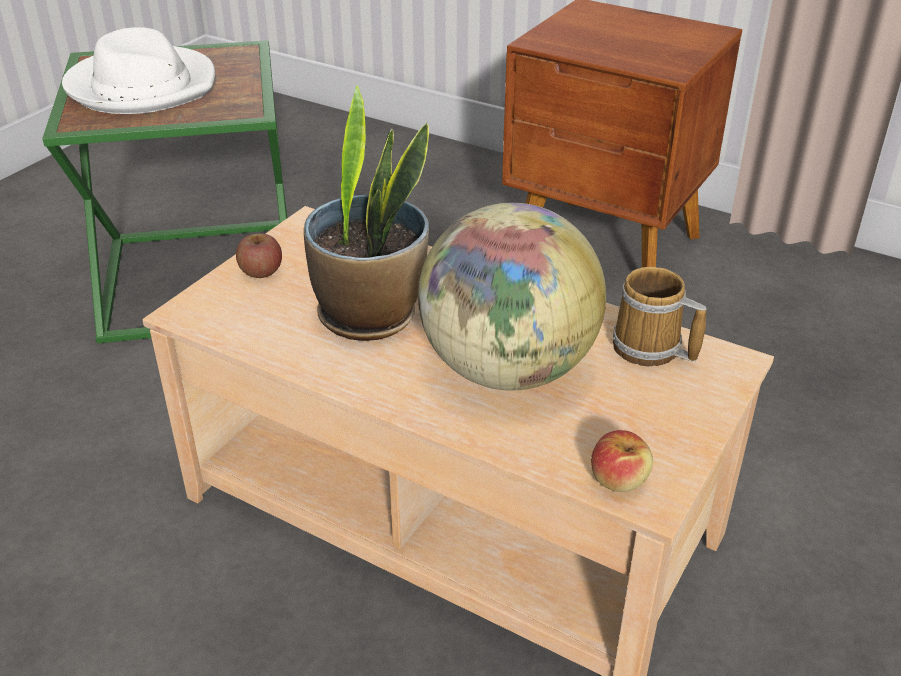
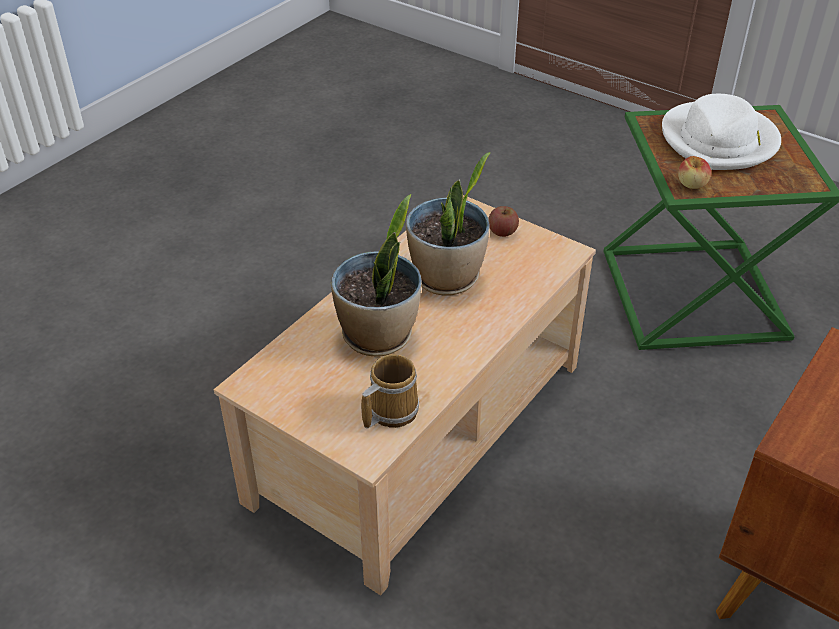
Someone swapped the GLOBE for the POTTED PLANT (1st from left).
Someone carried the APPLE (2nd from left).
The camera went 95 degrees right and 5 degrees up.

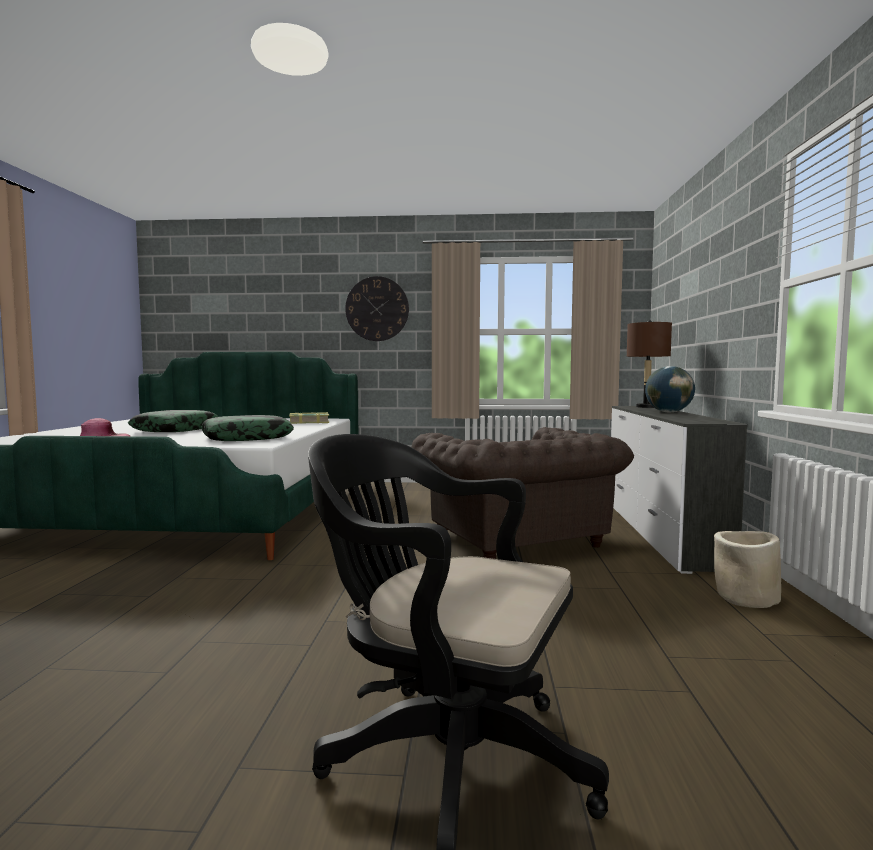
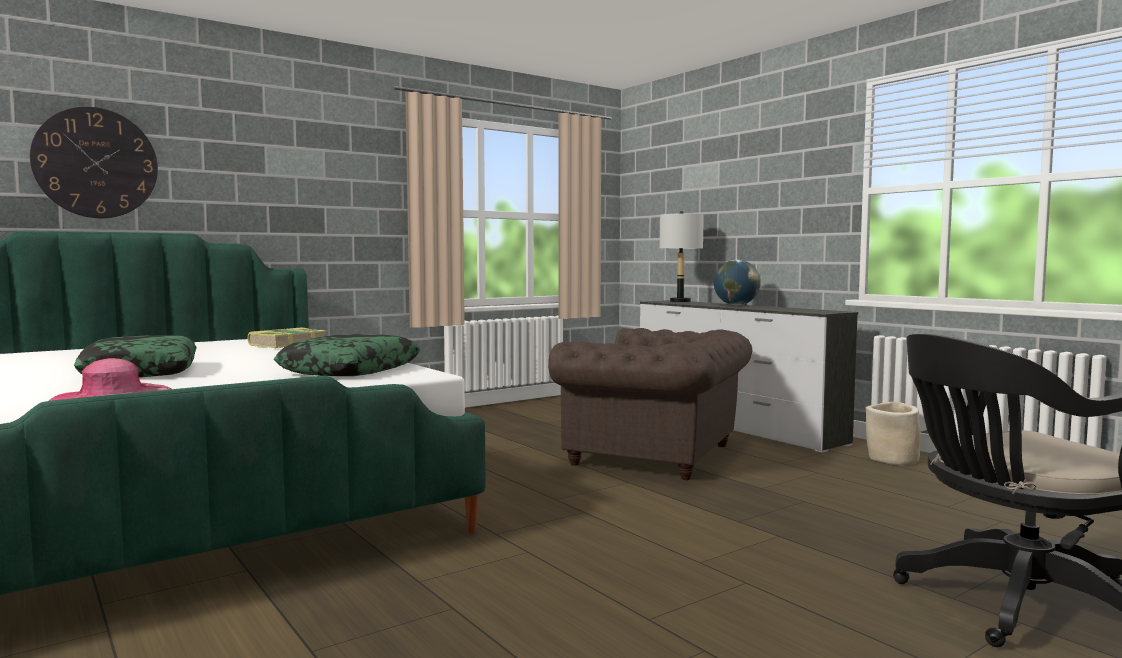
Someone carried the HANGING CLOCK.
Someone repainted the BROWN LAMP FOR A TABLE, which became the GREY LAMP FOR A TABLE.
The camera went 40 degrees left and 0 degrees up.

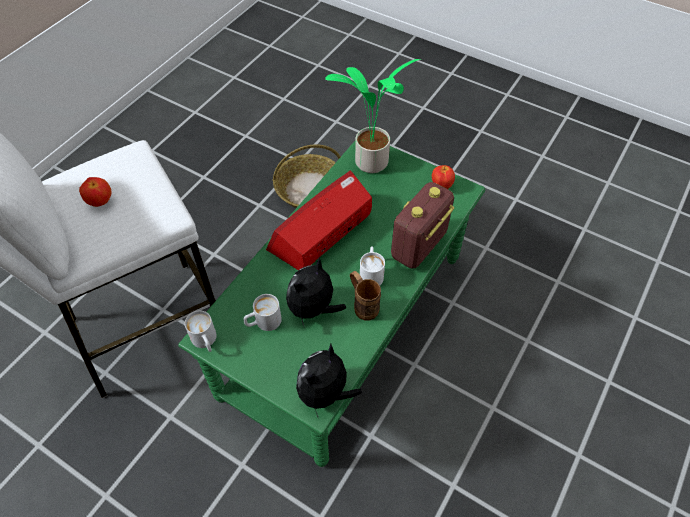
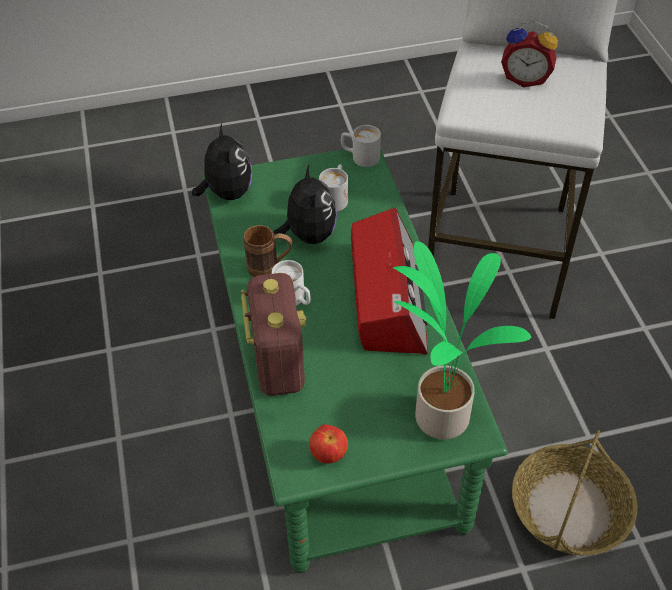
Someone swapped the APPLE (1st from left) for the BEDSIDE CLOCK.
The camera went 135 degrees right and 5 degrees down.

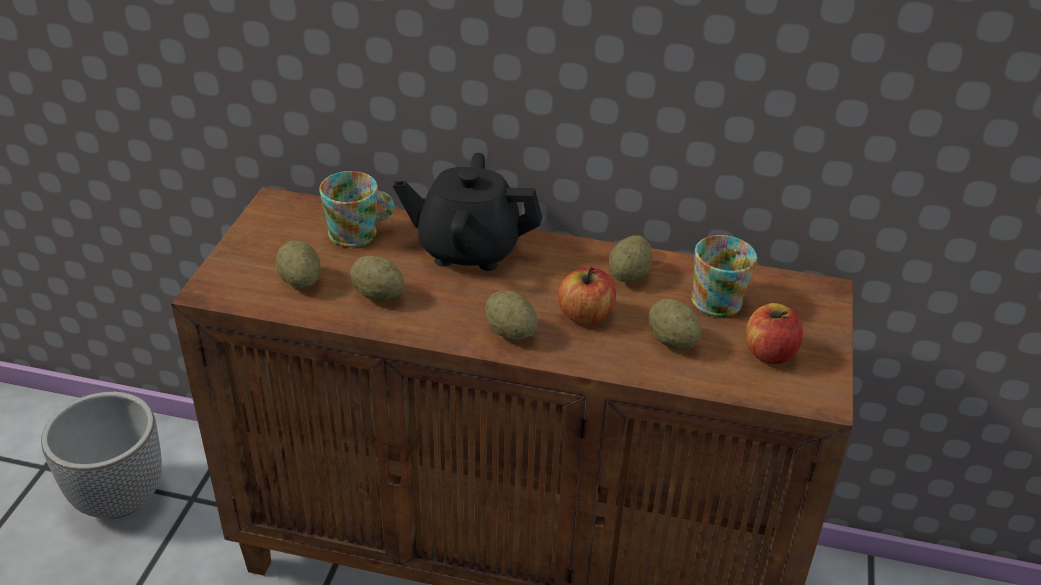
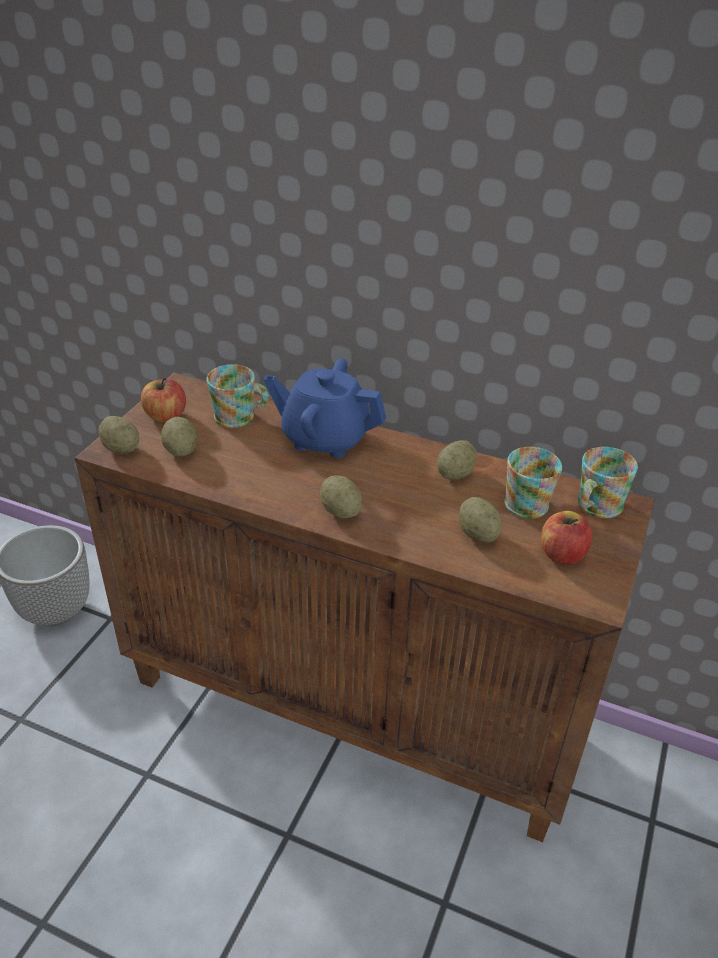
Someone repainted the BLACKISH TEAPOT, which became the BLUE-COLOURED TEAPOT.
Someone carried the SPUD (2nd from left in the first image).
Someone carried the APPLE (1st from left).
Someone put down the MUG (3rd from left).
The camera went 10 degrees right and 0 degrees up.

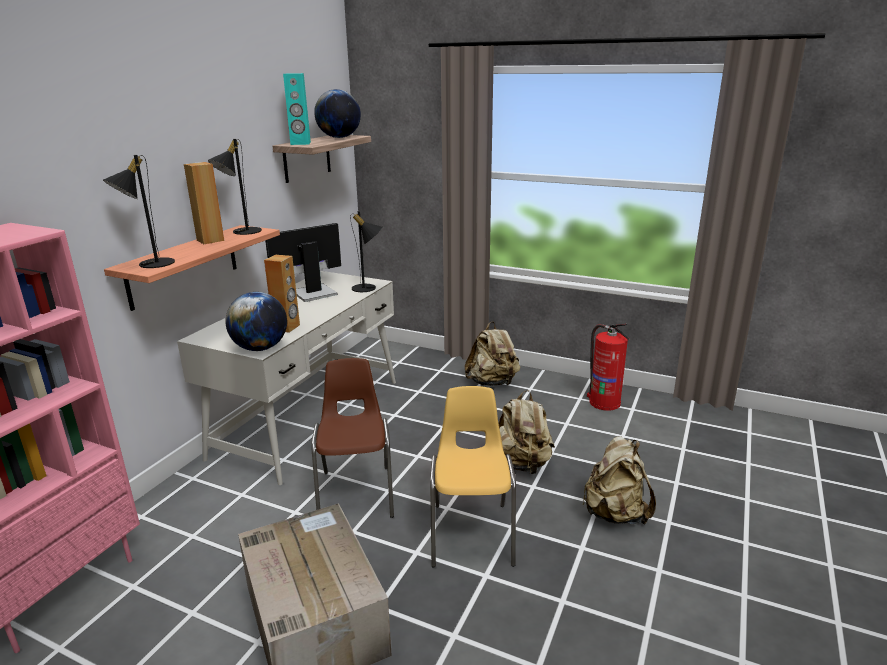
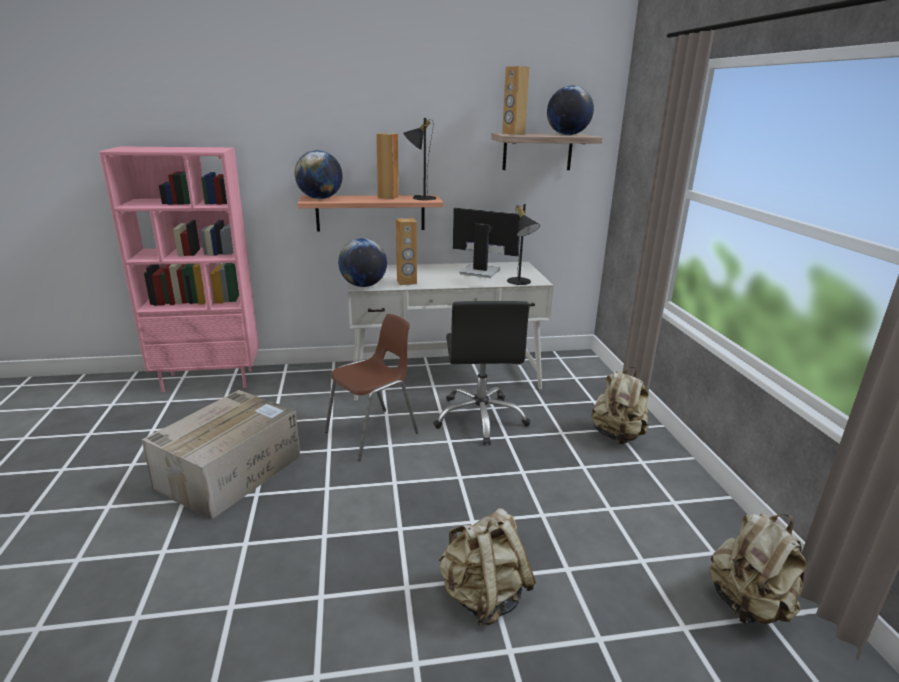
Someone repainted the TURQUOISE AUDIO SPEAKER, which became the BROWN AUDIO SPEAKER (3rd from left).
Someone swapped the BLACKISH LAMP FOR A TABLE (1st from left) for the GLOBE (1st from left).
Someone took away the FIRE EXTINGUISHER.
Someone took away the YELLOWISH UPRIGHT CHAIR.
Someone carried the BEIGE KNAPSACK (2nd from left in the first image).
Someone put down the BLACKISH OFFICE CHAIR.
The camera went 55 degrees right and 0 degrees up.

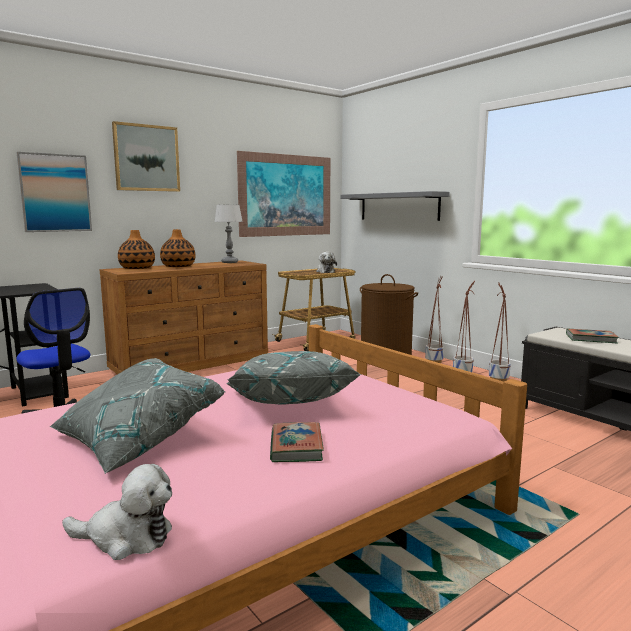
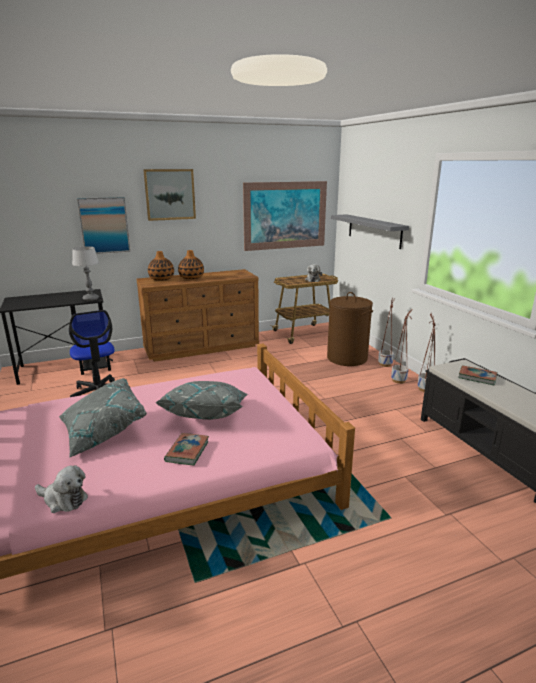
Someone carried the LAMP FOR A TABLE.
The camera went 15 degrees right and 10 degrees up.

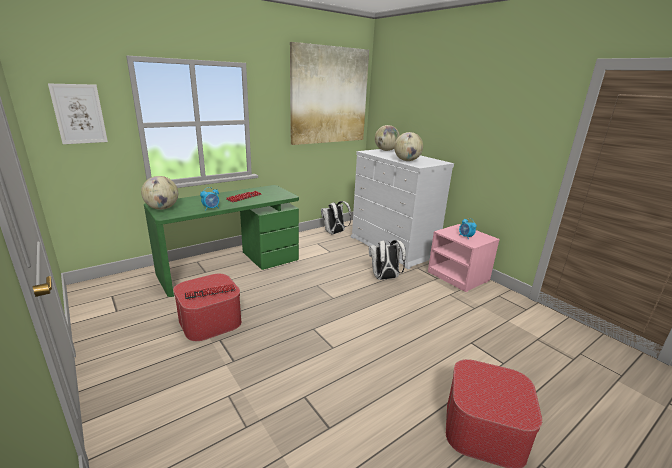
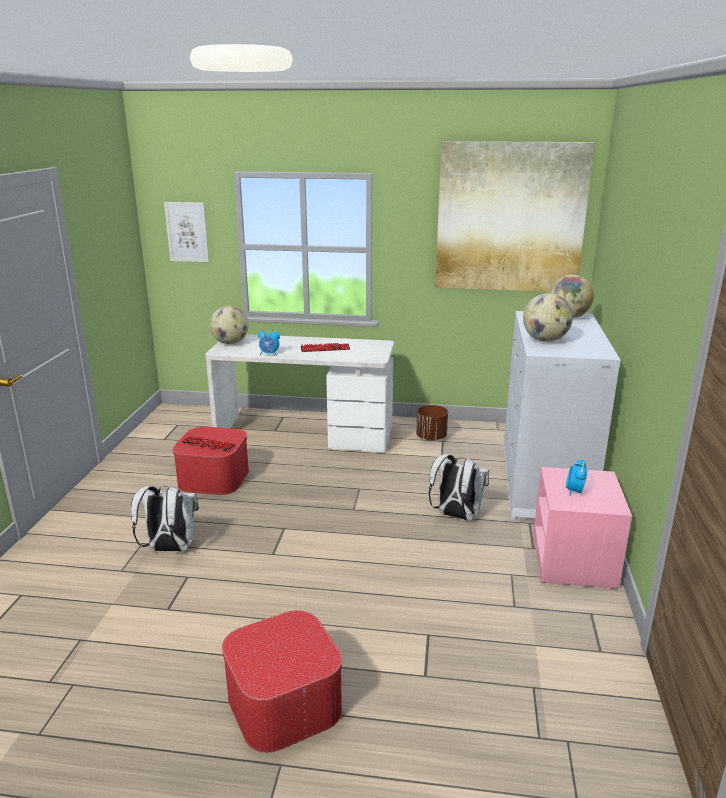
Someone repainted the GREEN-COLOURED DESK TABLE, which became the WHITISH DESK TABLE.
Someone carried the WHITISH KNAPSACK (1st from left).
Someone put down the BROWN FLOWER POT.
The camera went 45 degrees right and 0 degrees up.

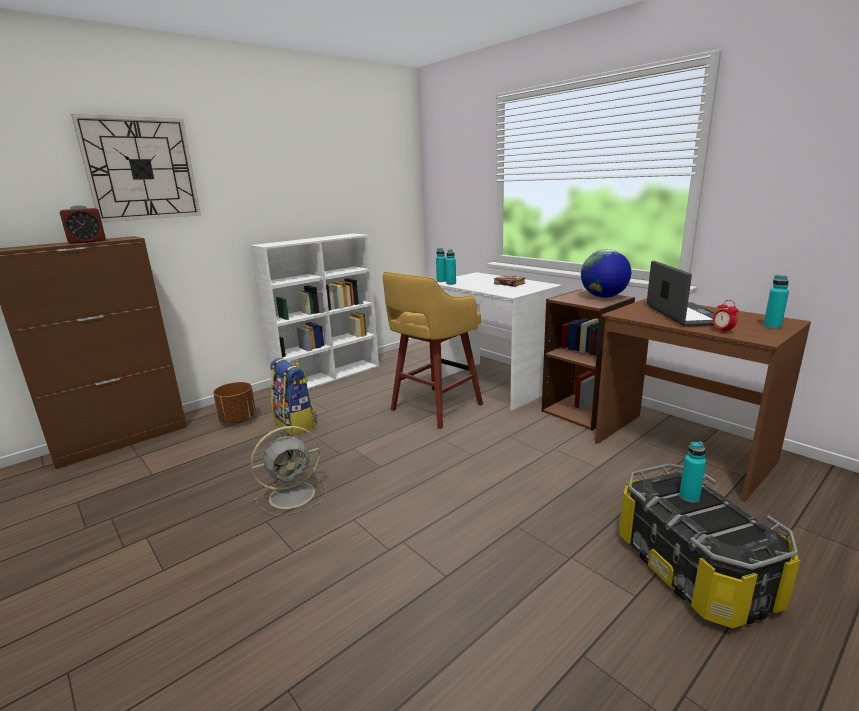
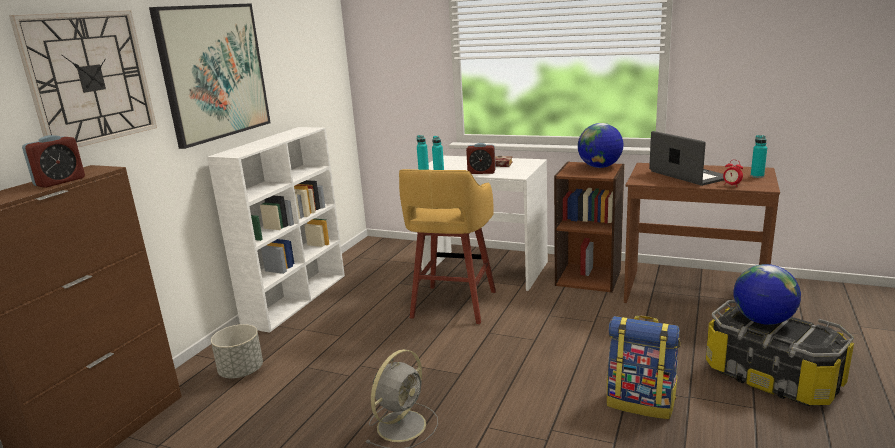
Someone carried the KNAPSACK.
Someone repainted the BROWN FLOWER POT, which became the GREY FLOWER POT.
Someone swapped the TURQUOISE DRINK BOTTLE (3rd from left) for the GLOBE (2nd from left).
Someone put up the WALL PICTURE.
Someone put down the BEDSIDE CLOCK (2nd from left).
The camera went 25 degrees left and 0 degrees up.

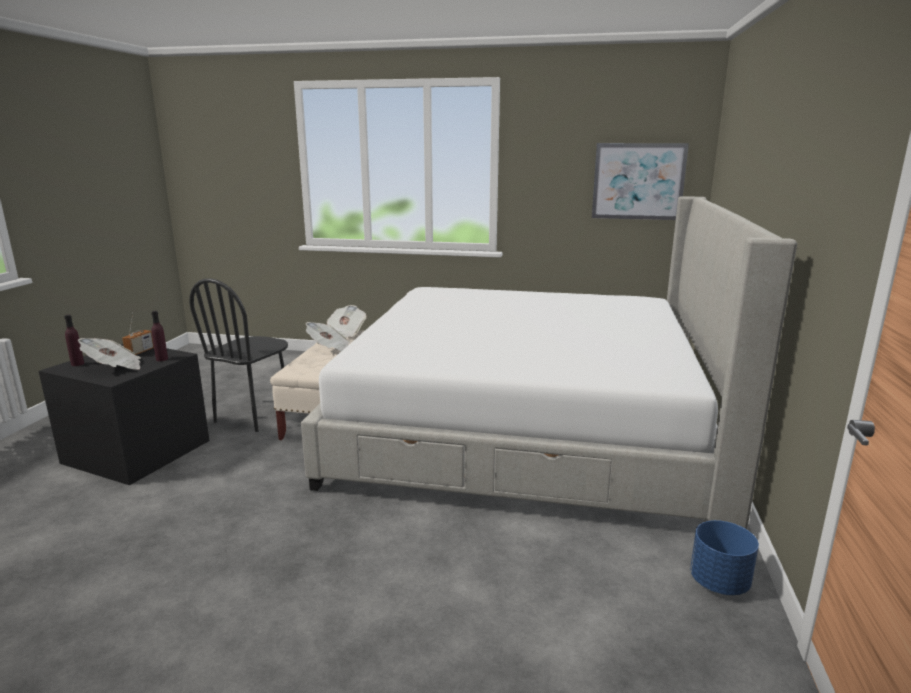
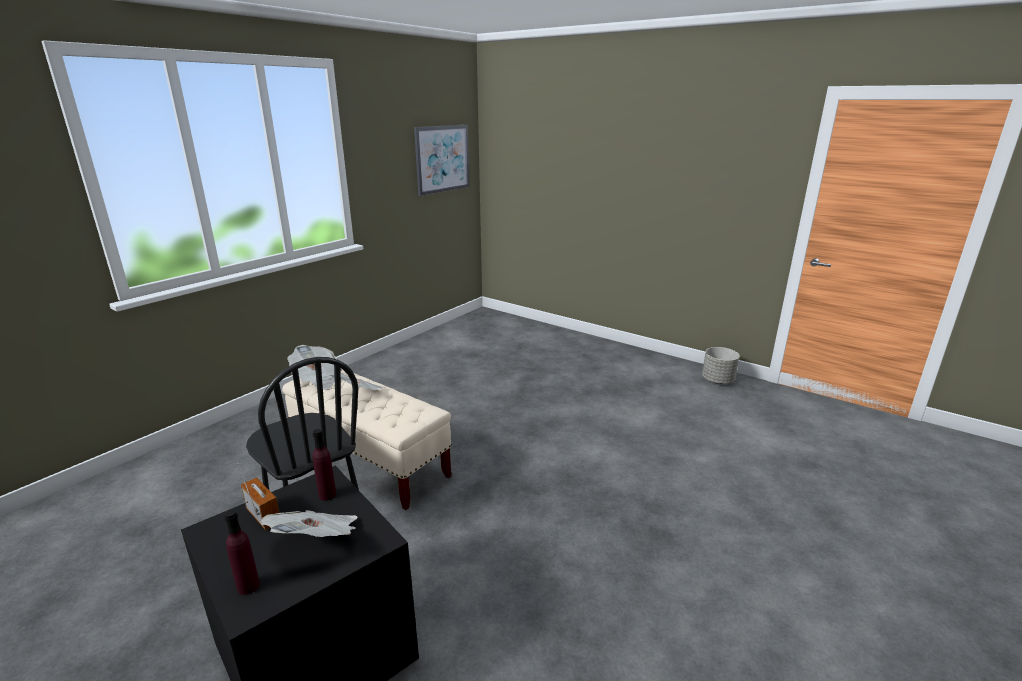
Someone took away the BED.
Someone repainted the BLUE-COLOURED FLOWER POT, which became the GREY FLOWER POT.
The camera went 65 degrees left and 5 degrees up.

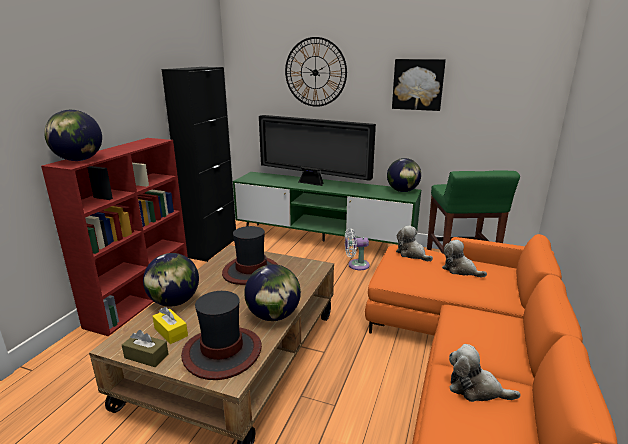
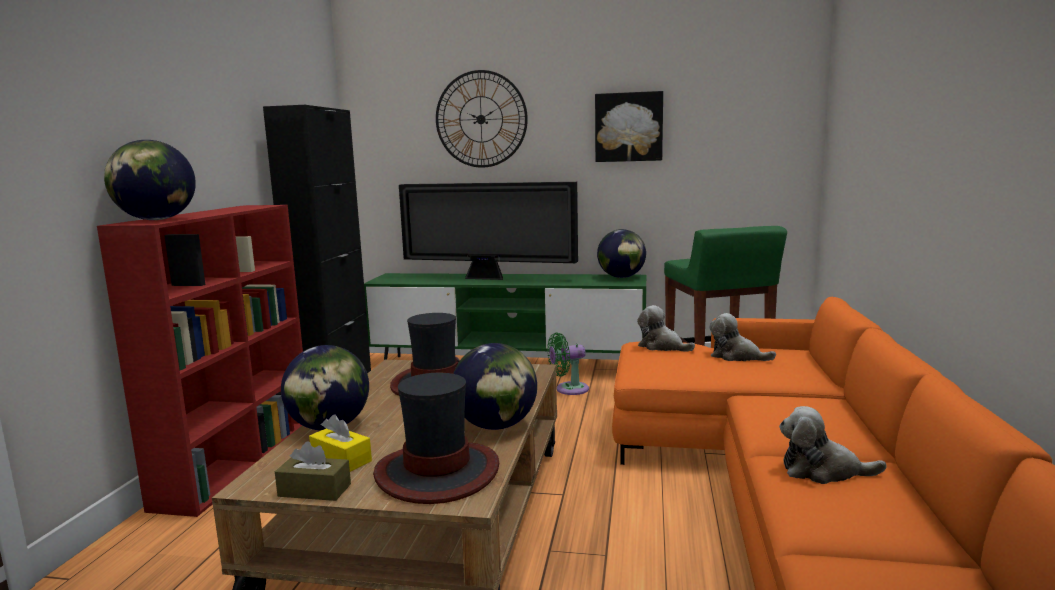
Someone repainted the WHITISH FAN, which became the GREEN-COLOURED FAN.
The camera went 10 degrees left and 10 degrees down.

